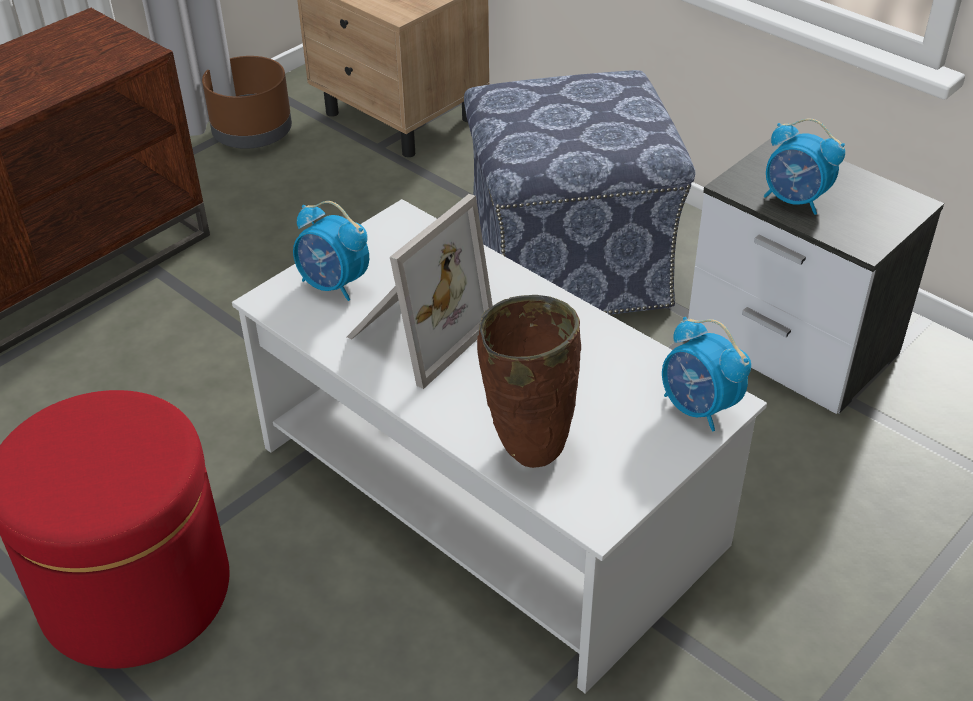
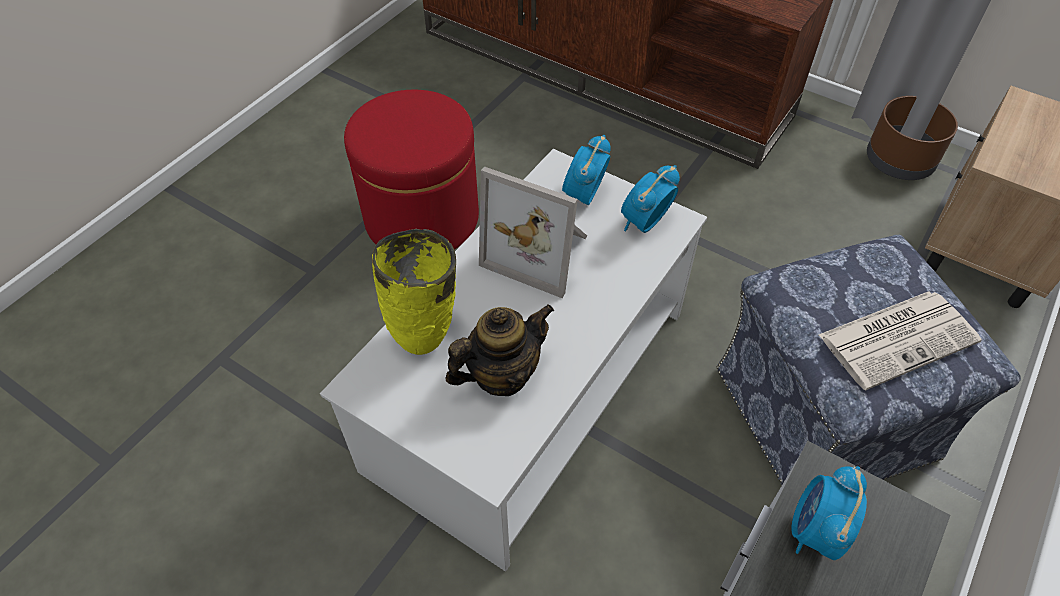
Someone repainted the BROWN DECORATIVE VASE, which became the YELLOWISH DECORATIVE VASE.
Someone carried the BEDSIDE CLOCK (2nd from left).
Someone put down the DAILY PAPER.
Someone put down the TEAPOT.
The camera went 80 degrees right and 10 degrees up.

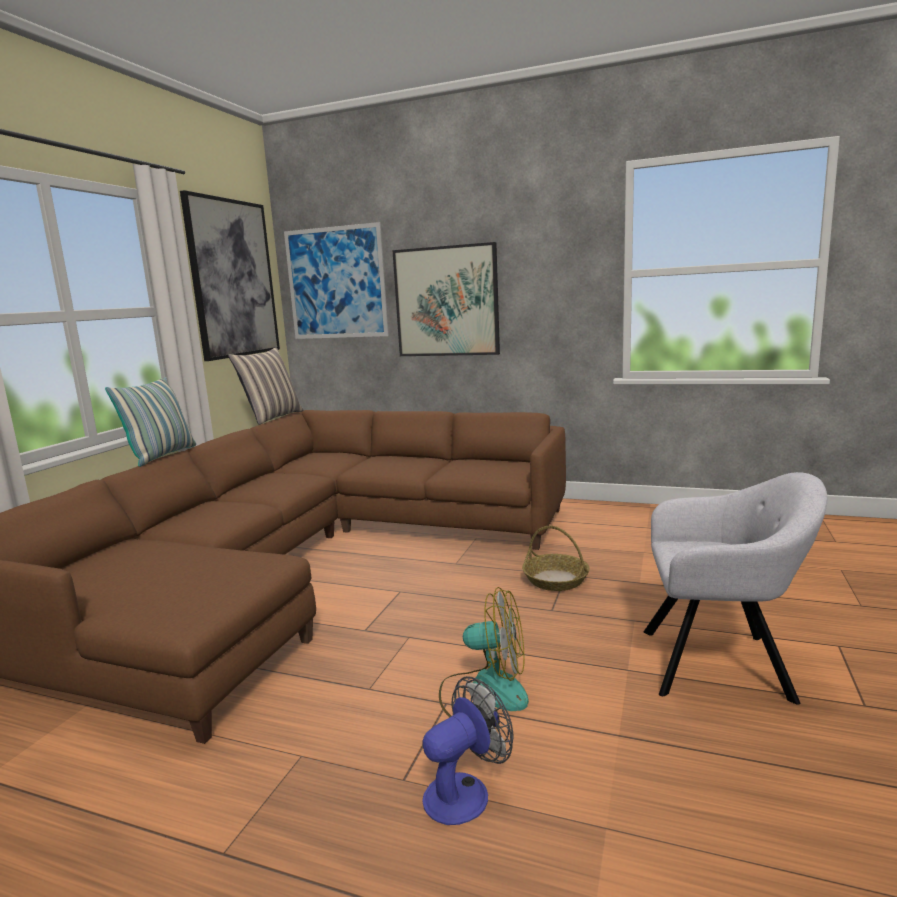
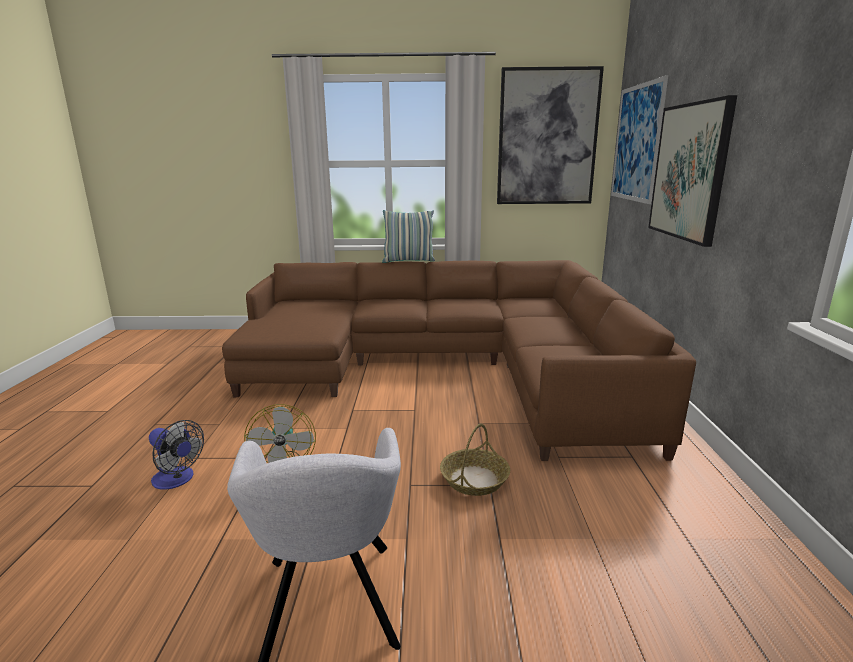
Someone took away the CUSHION (2nd from left).
The camera went 70 degrees right and 5 degrees up.

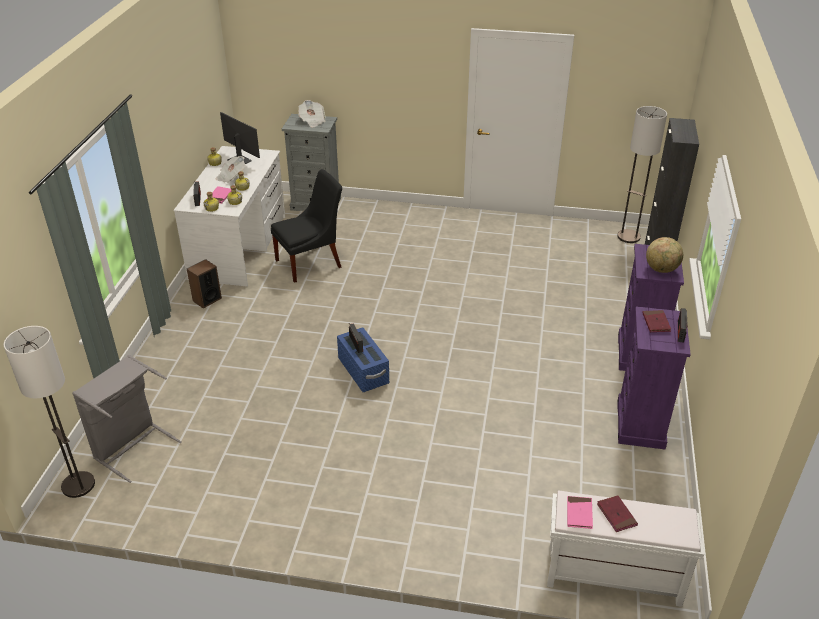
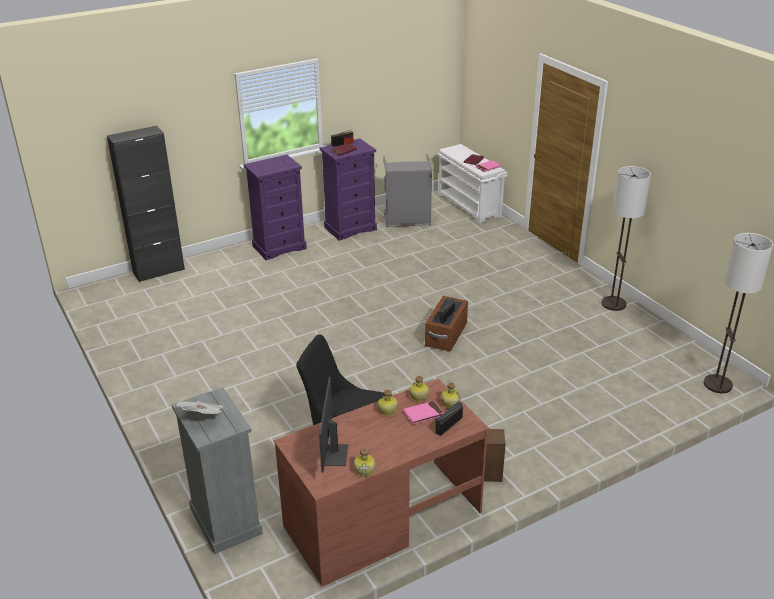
Someone carried the STANDARD LAMP (2nd from left in the first image).
Someone repainted the WHITISH DESK TABLE, which became the BROWN DESK TABLE.
Someone took away the DAILY PAPER (1st from left).
Someone took away the GLOBE.
Someone repainted the BLUE-COLOURED STORAGE BOX, which became the BROWN STORAGE BOX.
Someone carried the GREY HAMPER.
The camera went 130 degrees left and 5 degrees down.

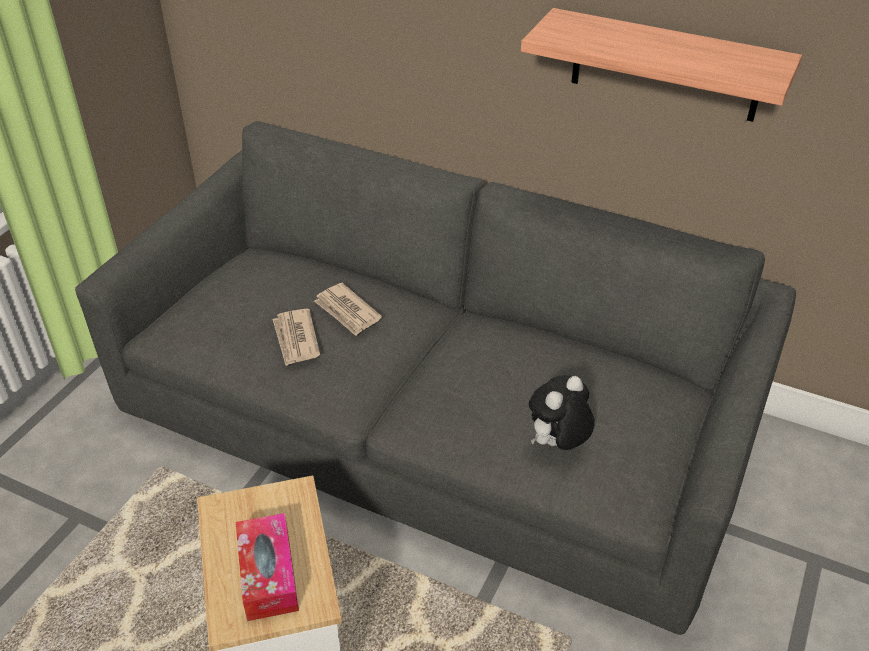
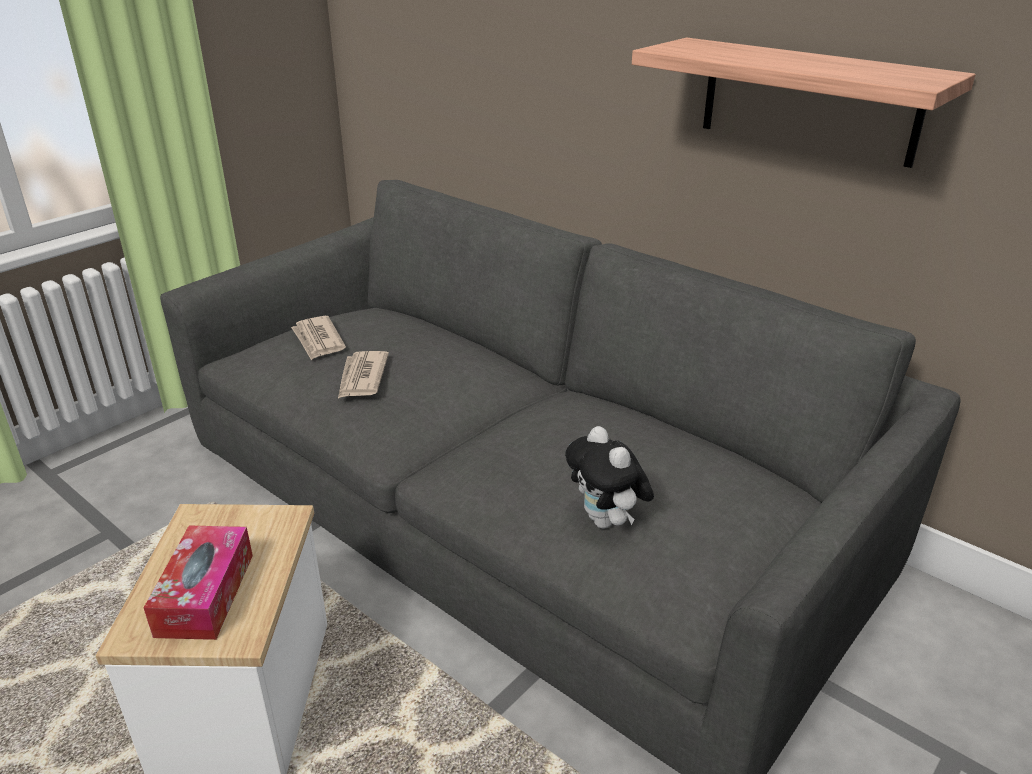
Someone carried the DAILY PAPER (2nd from left in the first image).
Someone rotated the CUDDLY TOY by 90 degrees counterclockwise.
The camera went 15 degrees right and 10 degrees down.

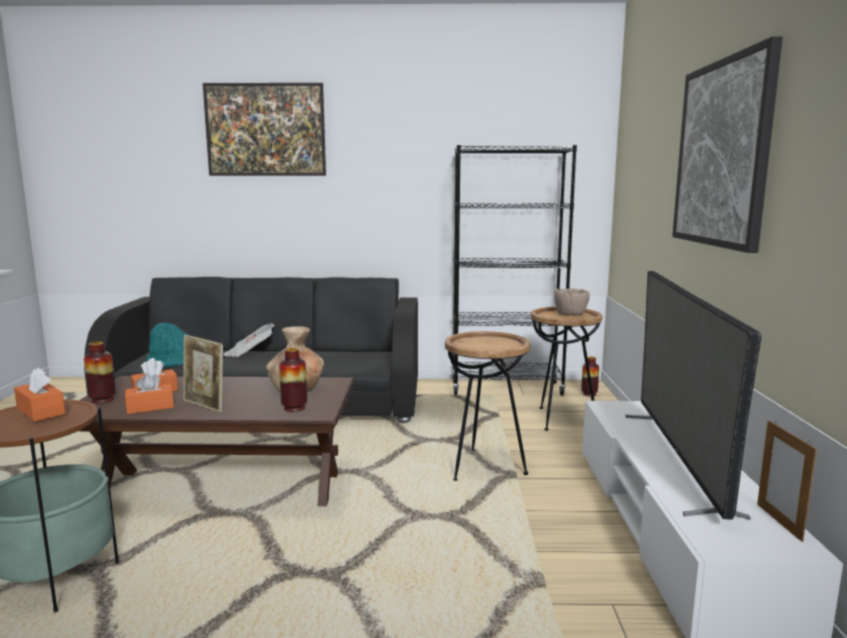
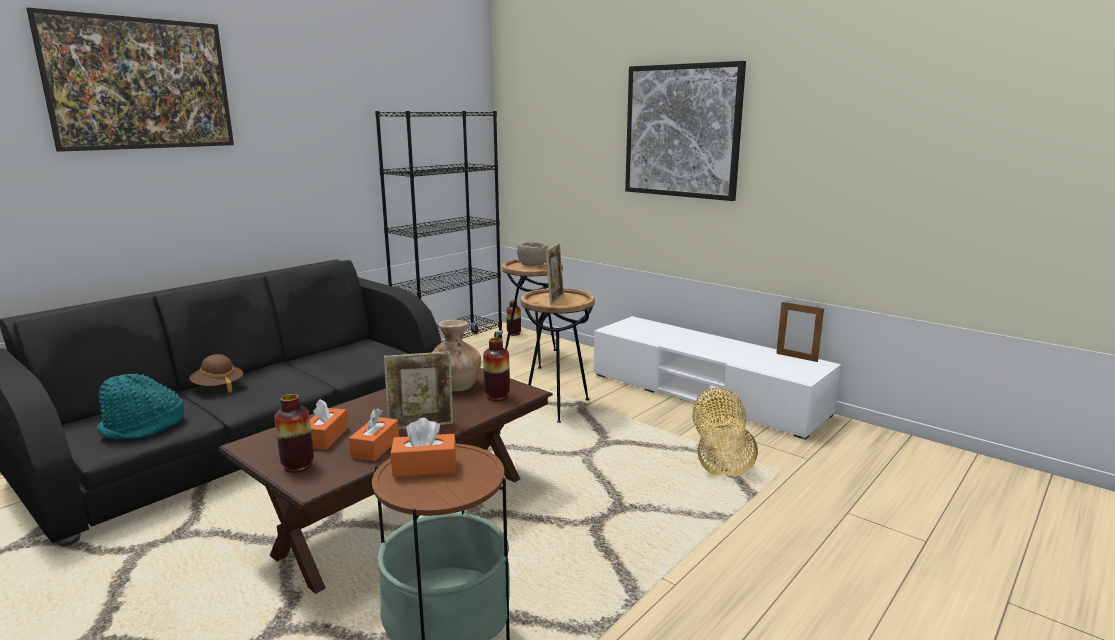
Someone took away the TV SET.
Someone swapped the DAILY PAPER for the BROWN WEARABLE HAT.
Someone put down the PICTURE FRAME (2nd from left).
Someone put down the BASKET.
The camera went 50 degrees left and 5 degrees up.

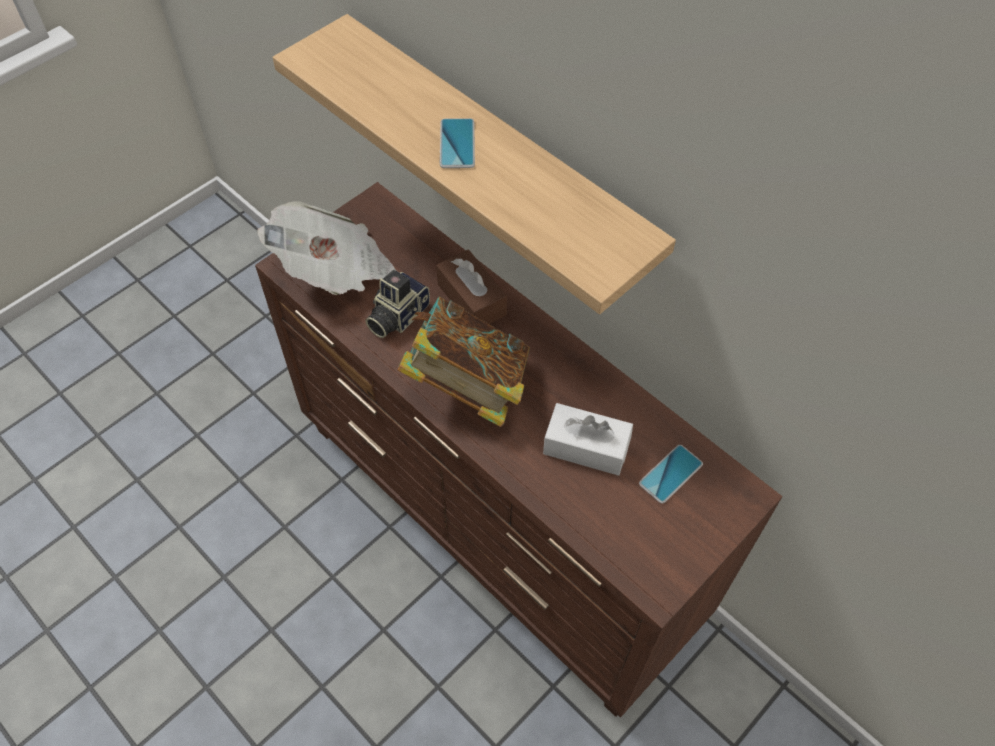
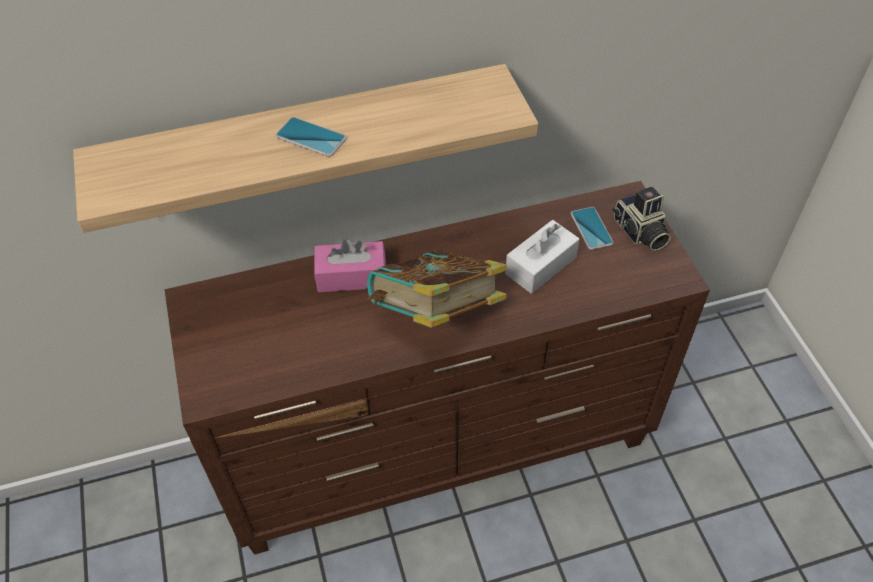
Someone took away the DAILY PAPER.
Someone repainted the BROWN BOX OF TISSUES, which became the PINK-COLOURED BOX OF TISSUES.
Someone carried the STILL CAMERA.
The camera went 60 degrees left and 5 degrees down.

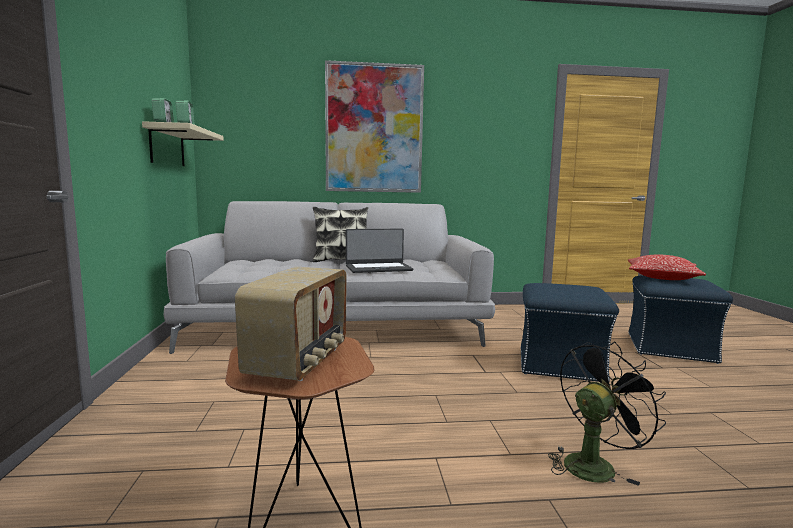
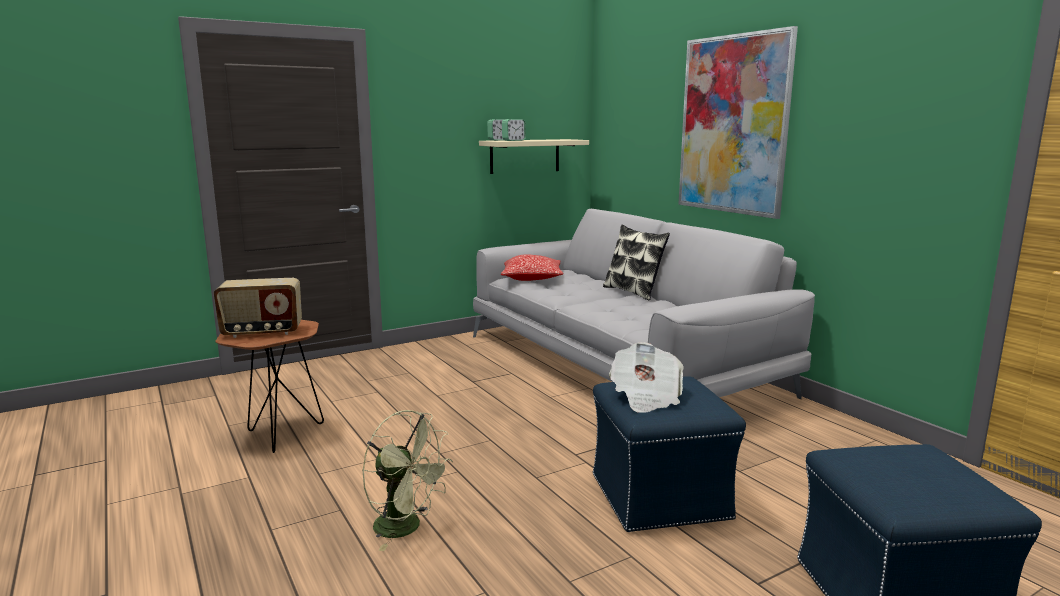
Someone took away the NOTEBOOK COMPUTER.
Someone carried the CUSHION (2nd from left in the first image).
Someone repainted the BLACKISH FAN, which became the GREEN-COLOURED FAN.
Someone put down the DAILY PAPER.
The camera went 65 degrees right and 5 degrees up.

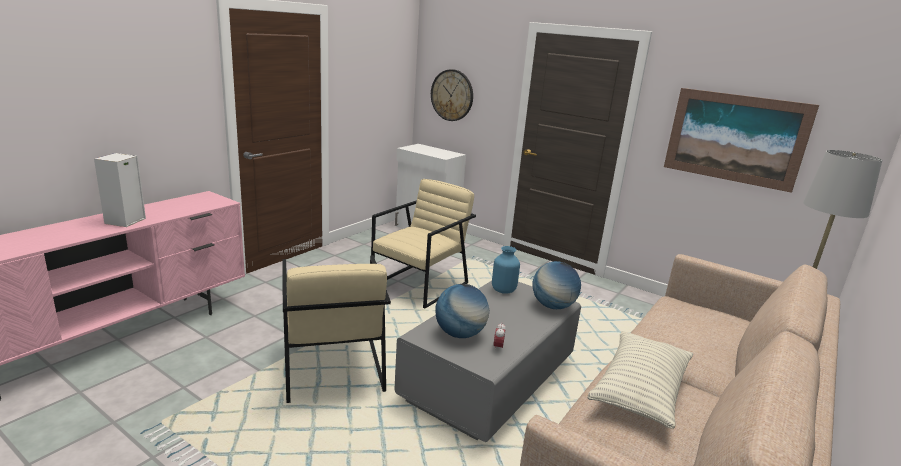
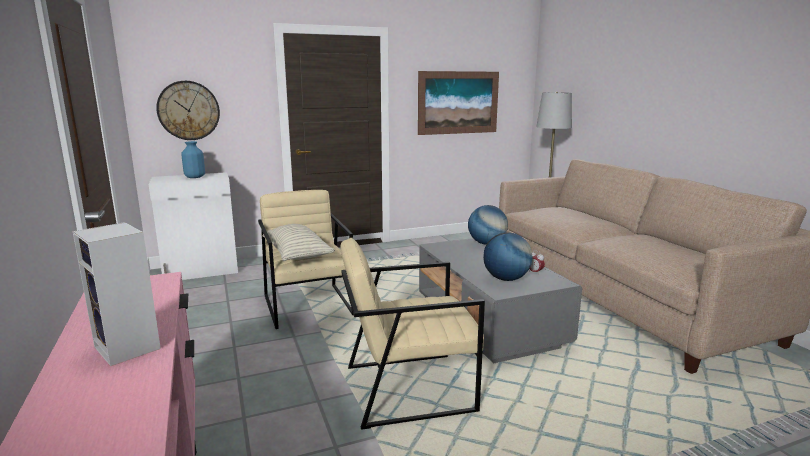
Someone carried the BLUE-COLOURED DECORATIVE VASE.
Someone rotated the BEIGE ARMCHAIR (1st from left in the first image) by 150 degrees clockwise.
Someone carried the CUSHION.
The camera went 55 degrees left and 5 degrees down.

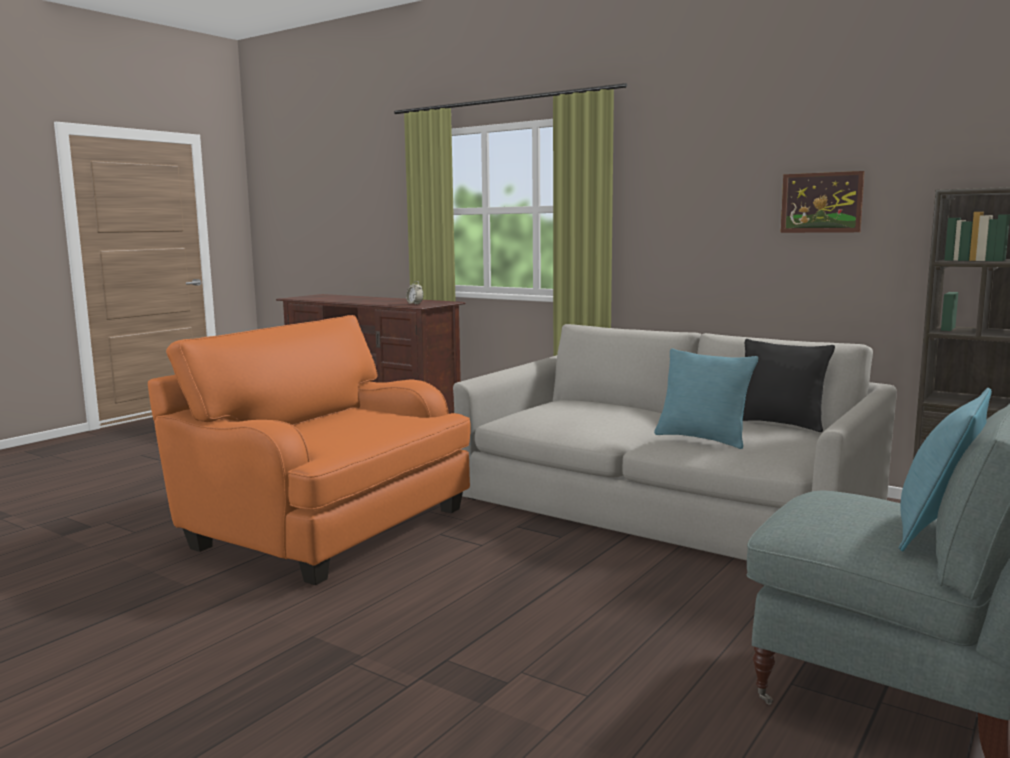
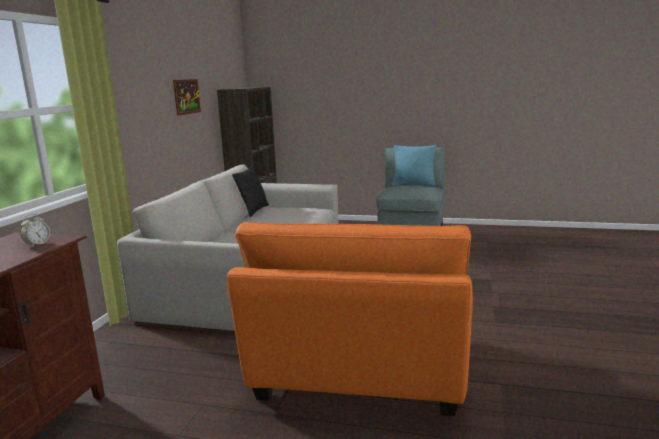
Someone took away the TURQUOISE CUSHION (1st from left).
The camera went 110 degrees left and 5 degrees up.

